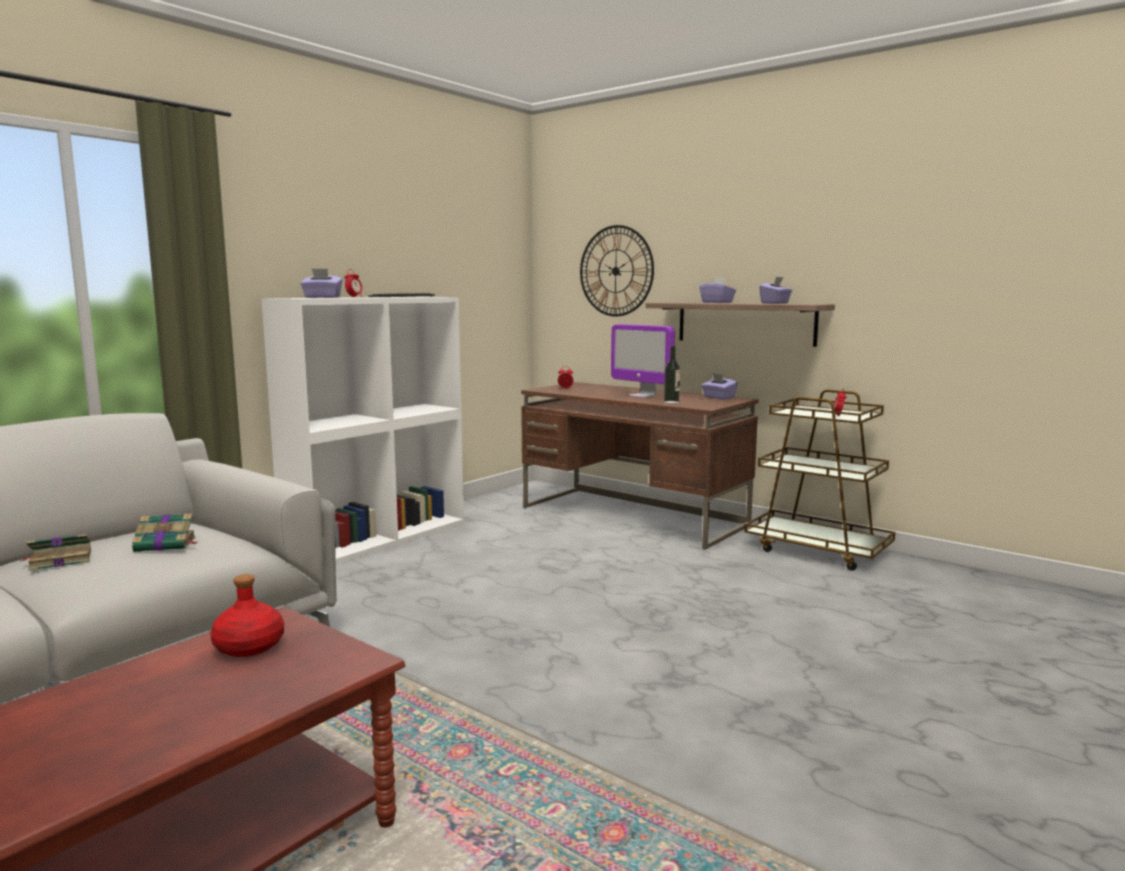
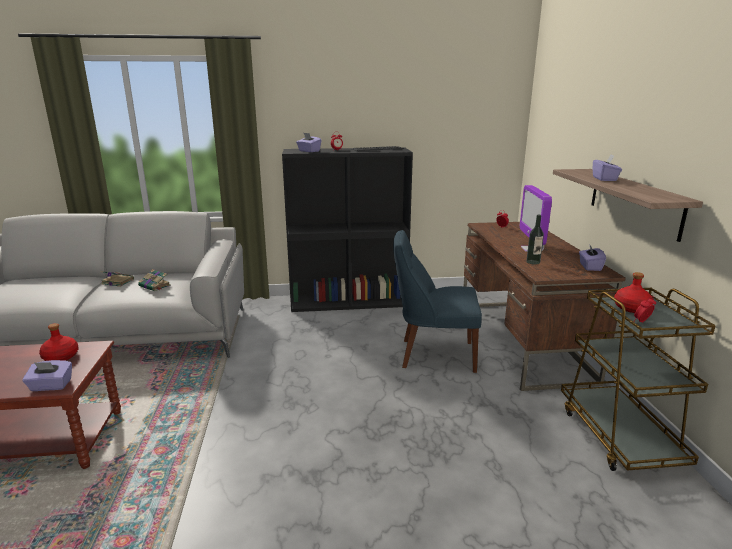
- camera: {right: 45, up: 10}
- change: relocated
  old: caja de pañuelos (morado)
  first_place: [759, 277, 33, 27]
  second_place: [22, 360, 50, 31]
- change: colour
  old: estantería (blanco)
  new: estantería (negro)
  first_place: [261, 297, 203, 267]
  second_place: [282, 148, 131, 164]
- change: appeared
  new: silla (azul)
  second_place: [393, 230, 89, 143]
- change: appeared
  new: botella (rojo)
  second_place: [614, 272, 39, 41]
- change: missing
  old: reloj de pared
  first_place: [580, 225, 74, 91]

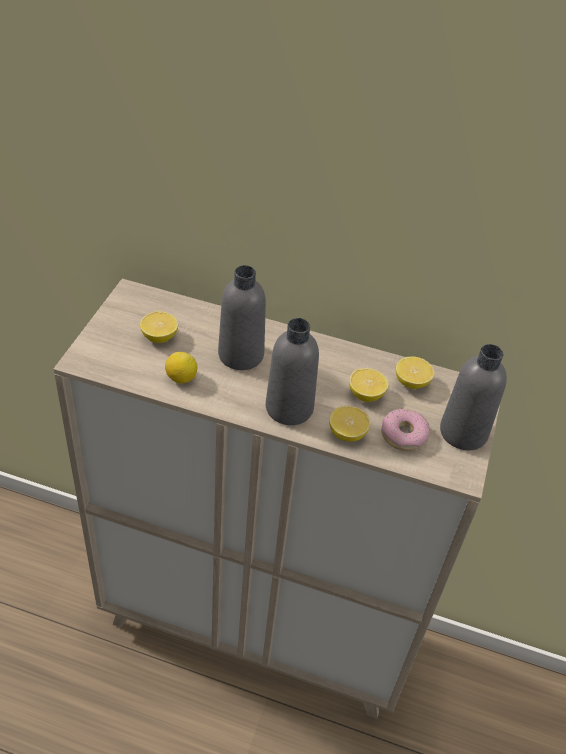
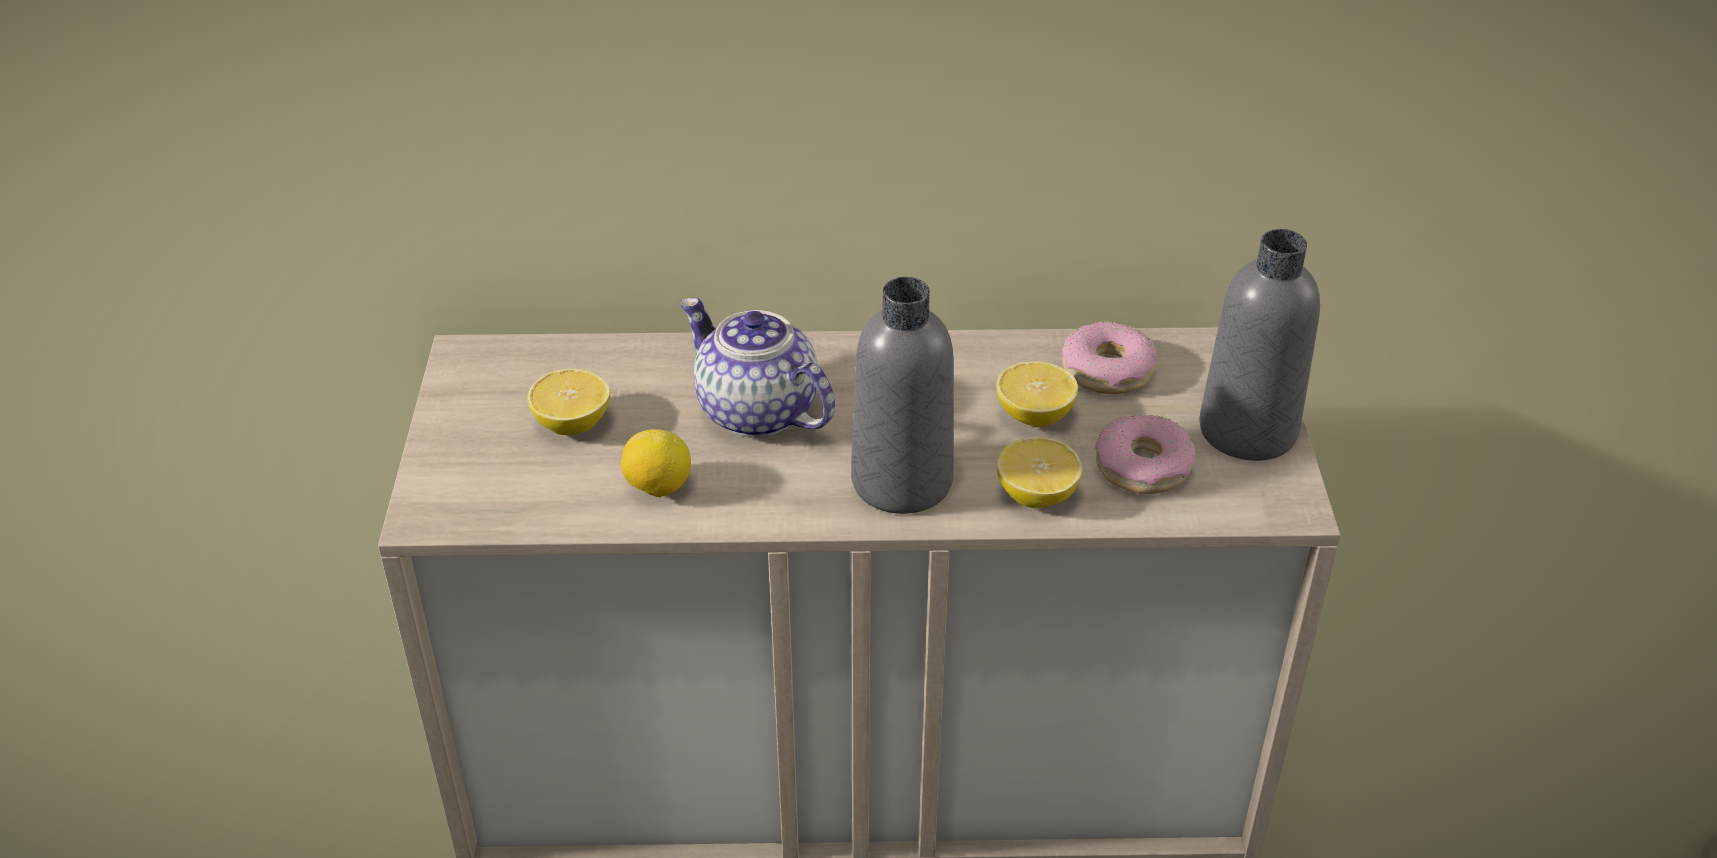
- camera: {right: -15, up: -5}
- change: exchanged
  old: botella (gris)
  new: tetera
  first_place: [218, 265, 48, 105]
  second_place: [680, 298, 155, 140]
- change: exchanged
  old: limón
  new: rosquilla
  first_place: [396, 357, 39, 32]
  second_place: [1062, 321, 95, 73]

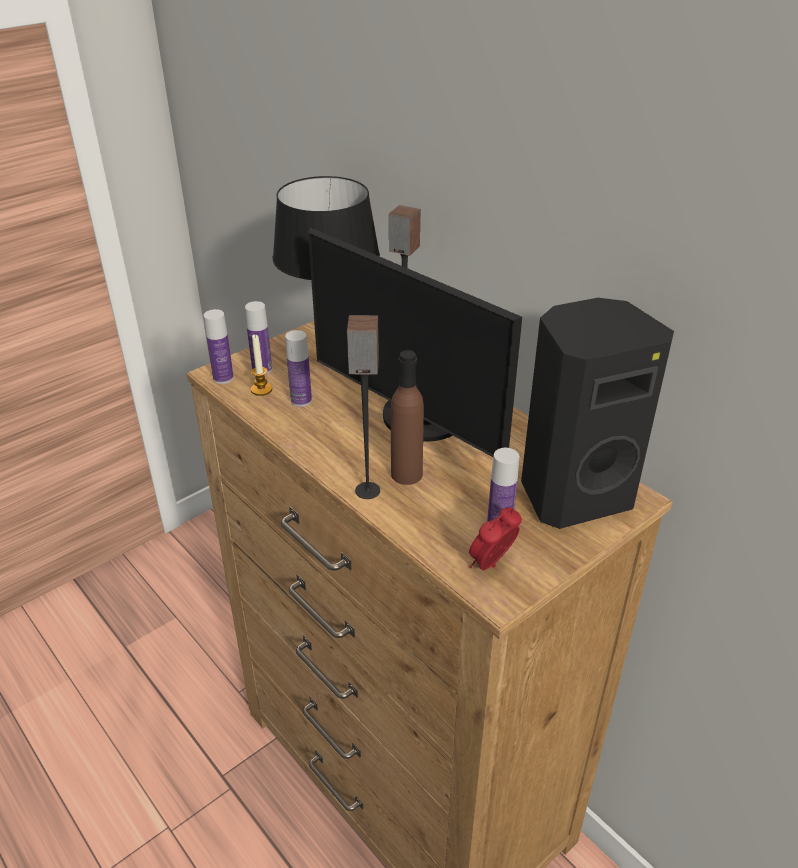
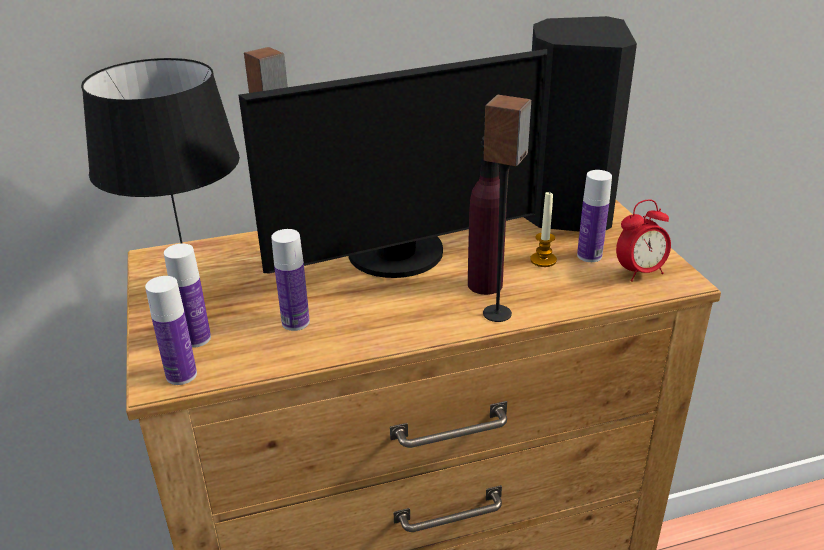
- camera: {right: -65, up: -5}
- change: colour
  old: botella (marrón)
  new: botella (morado)
  first_place: [391, 350, 33, 135]
  second_place: [468, 137, 39, 158]
- change: relocated
  old: vela
  first_place: [251, 335, 21, 61]
  second_place: [530, 191, 27, 76]
- change: spun
  old: despertador
  first_place: [469, 507, 53, 63]
  second_place: [616, 199, 55, 82]
  degrees: -90

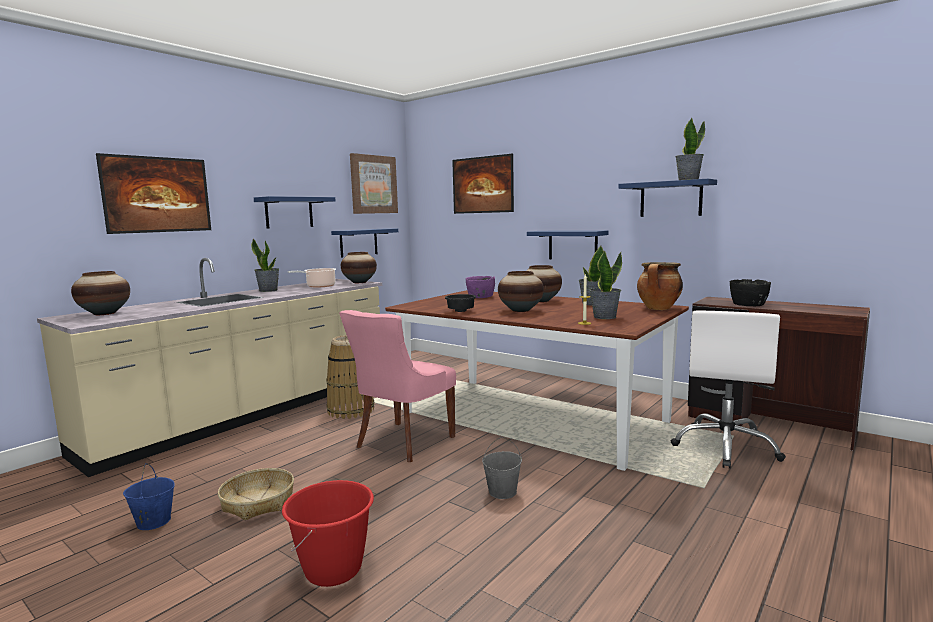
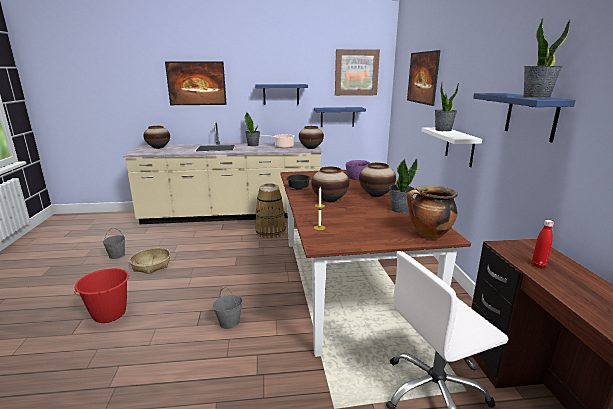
- camera: {right: 45, up: 10}
- change: colour
  old: cubo (azul)
  new: cubo (gris)
  first_place: [123, 463, 52, 67]
  second_place: [103, 228, 22, 31]
- change: colour
  old: estante (azul)
  new: estante (blanco)
  first_place: [527, 230, 81, 29]
  second_place: [422, 127, 60, 40]
- change: relocated
  old: planta en maceta
  first_place: [590, 250, 32, 69]
  second_place: [434, 82, 25, 49]
- change: exchanged
  old: cuenco (negro)
  new: botella (rojo)
  first_place: [730, 279, 41, 27]
  second_place: [532, 220, 22, 48]
- change: missing
  old: silla (rosa)
  first_place: [339, 310, 117, 152]

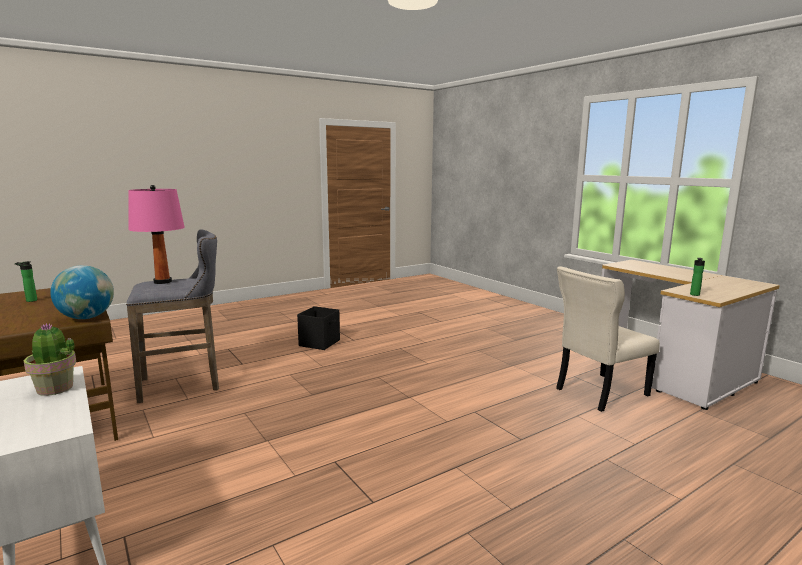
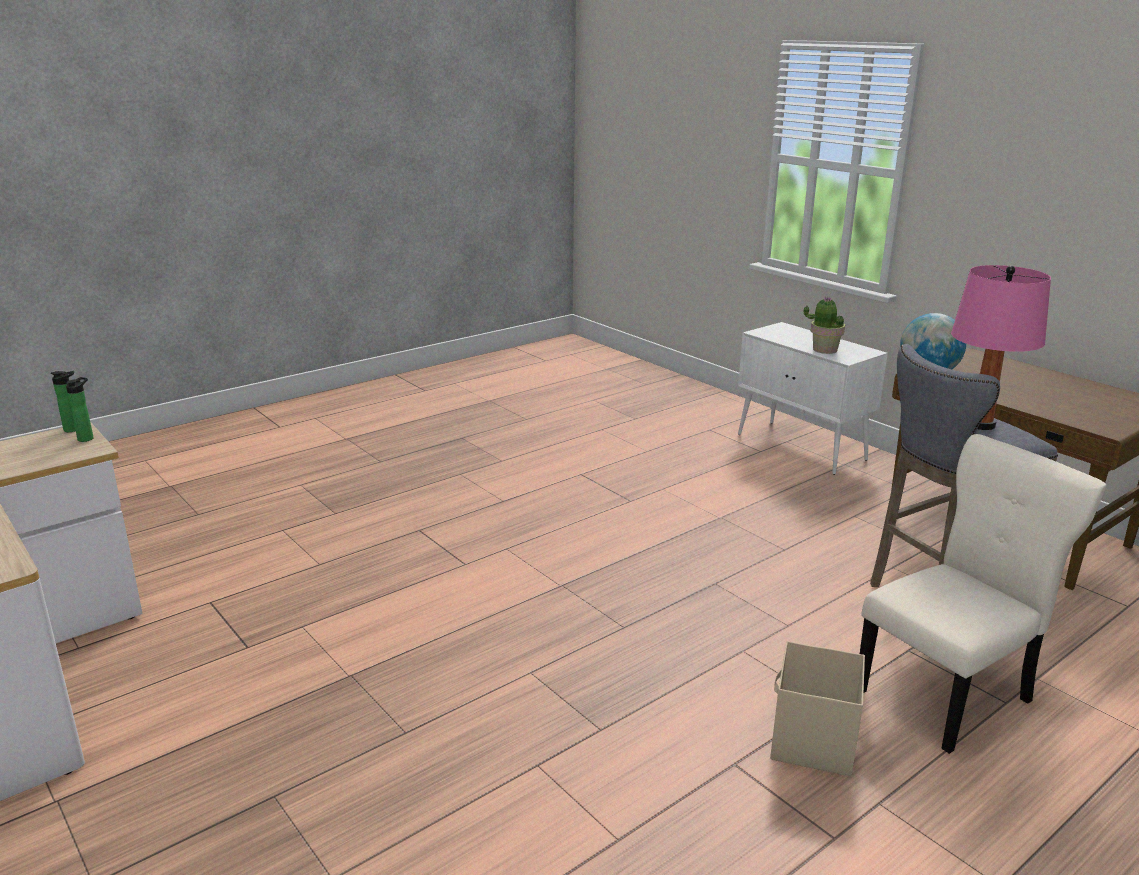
- camera: {right: 175, up: 10}
- change: relocated
  old: botella
  first_place: [15, 261, 22, 41]
  second_place: [51, 371, 24, 61]
- change: colour
  old: caja de almacenaje (negro)
  new: caja de almacenaje (beis)
  first_place: [297, 306, 43, 44]
  second_place: [770, 641, 95, 135]
- change: relocated
  old: silla (beis)
  first_place: [556, 266, 104, 146]
  second_place: [860, 434, 246, 320]

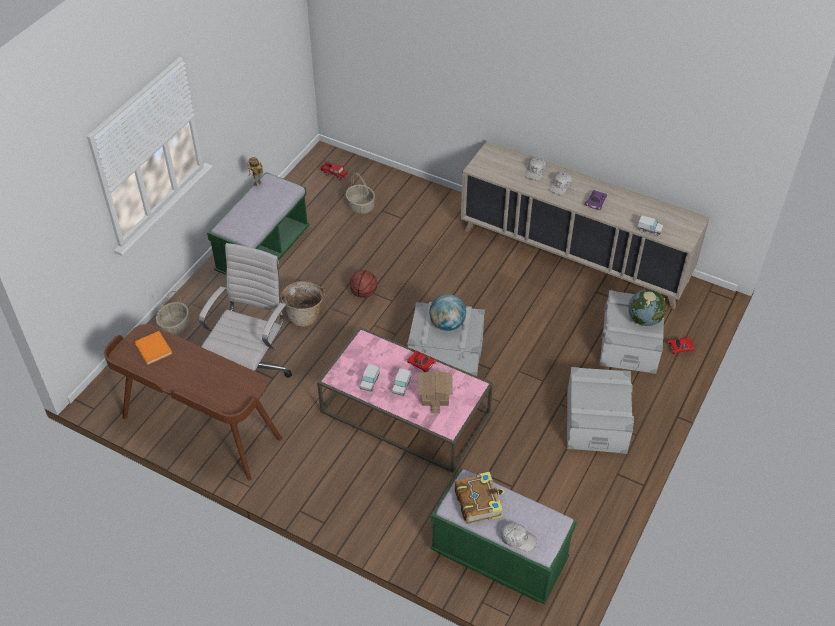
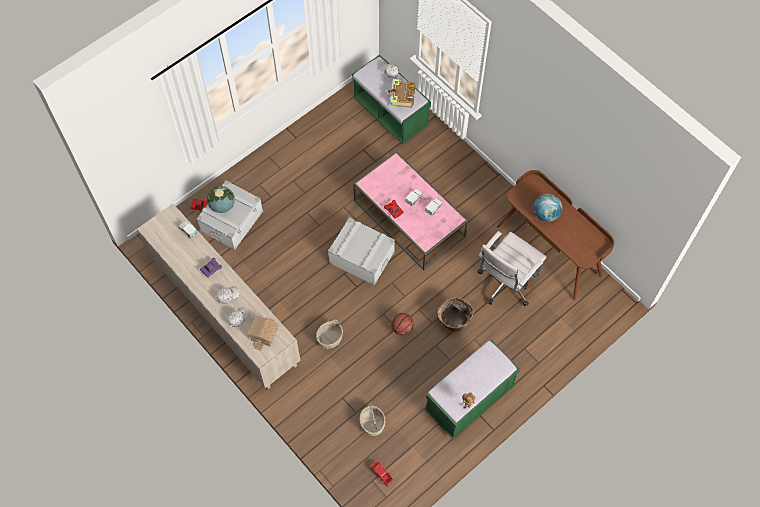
- camera: {right: -160, up: 15}
- change: relocated
  old: casita
  first_place: [418, 371, 35, 42]
  second_place: [247, 316, 32, 35]
- change: relocated
  old: cesta
  first_place: [156, 291, 34, 44]
  second_place: [316, 320, 27, 29]
- change: relocated
  old: globo terráqueo
  first_place: [429, 294, 37, 37]
  second_place: [534, 194, 28, 28]
- change: missing
  old: libro (naranja)
  first_place: [134, 331, 38, 34]
- change: missing
  old: caja de almacenaje (gris)
  first_place: [567, 367, 67, 87]

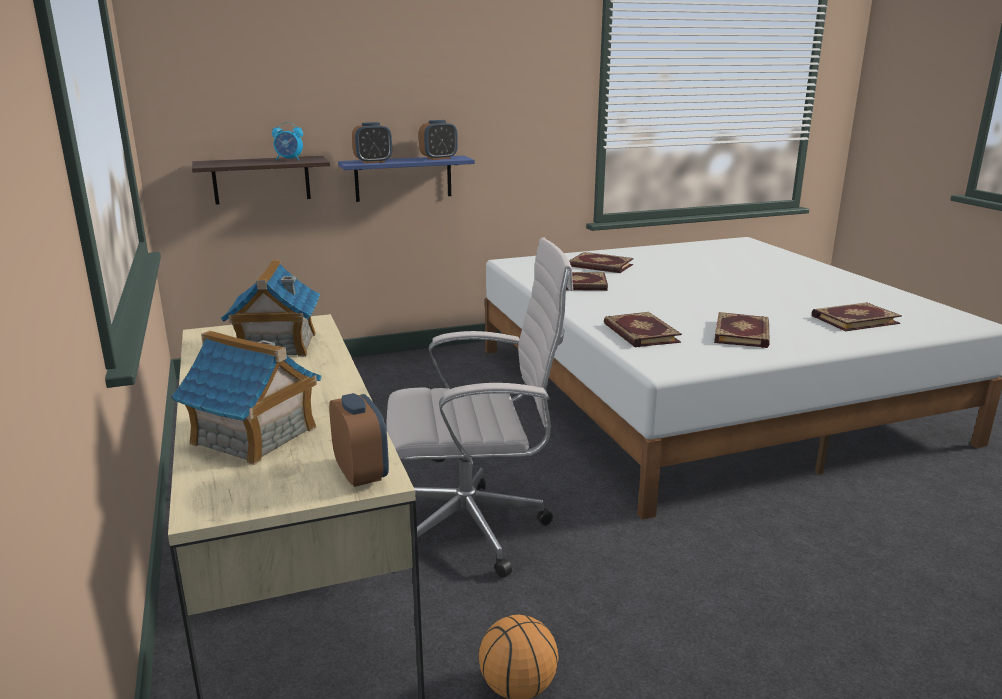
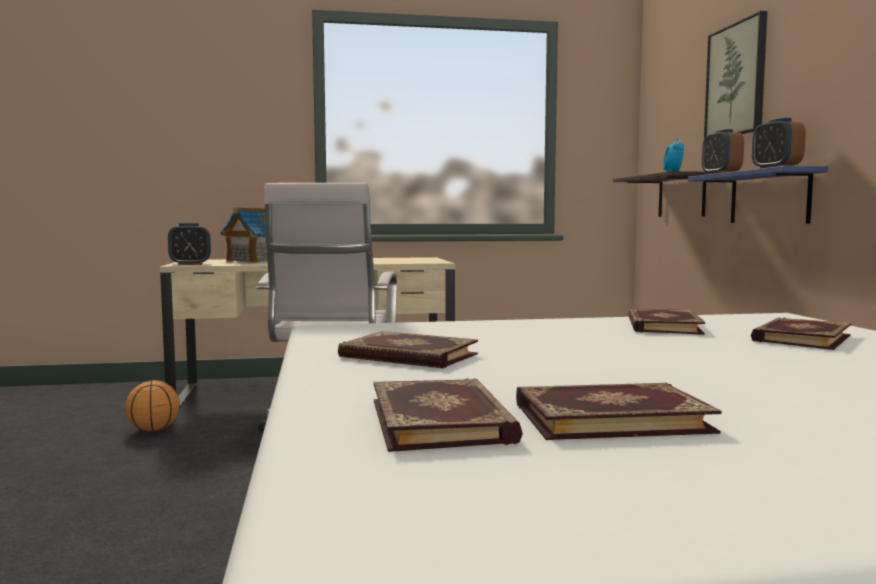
- camera: {right: 100, up: -15}
- change: relocated
  old: libro
  first_place: [604, 312, 78, 35]
  second_place: [516, 383, 206, 57]
- change: appeared
  new: cuadro
  second_place: [704, 11, 63, 127]
- change: missing
  old: casita
  first_place: [221, 260, 99, 97]

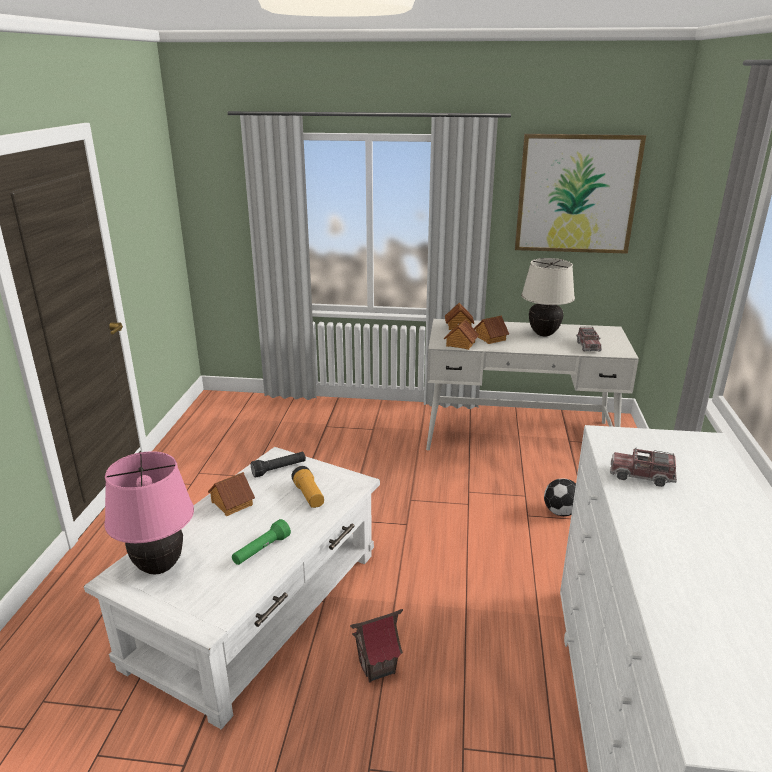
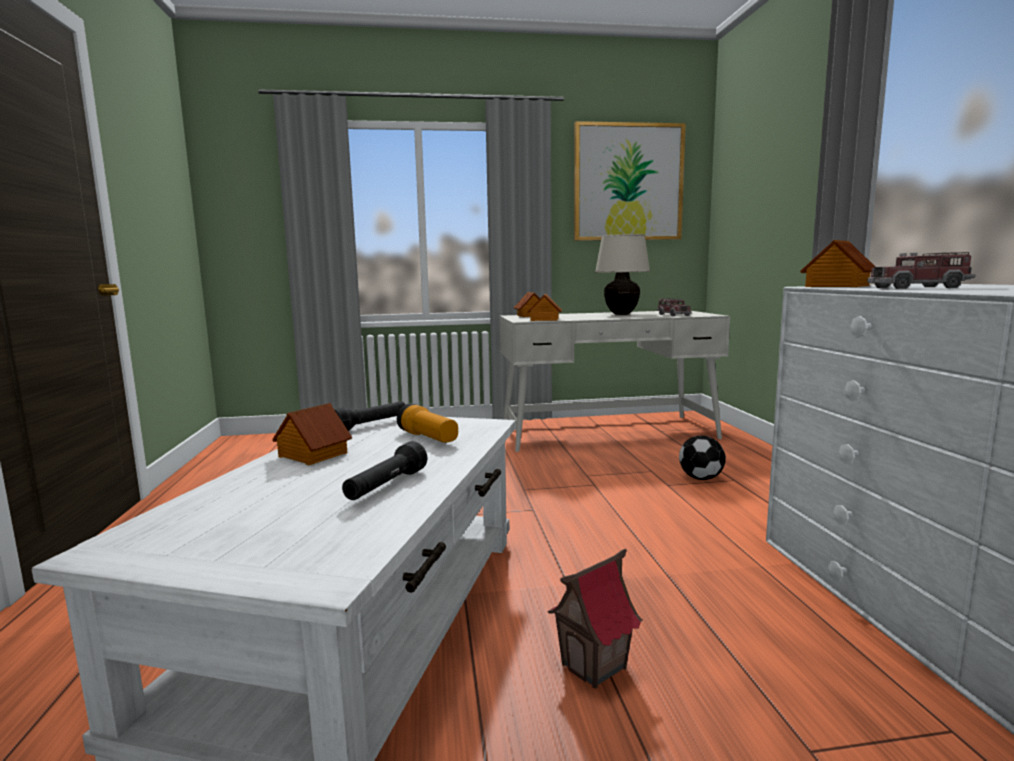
- camera: {right: -15, up: -15}
- change: colour
  old: linterna (verde)
  new: linterna (negro)
  first_place: [232, 519, 59, 46]
  second_place: [342, 441, 85, 59]
- change: relocated
  old: casita
  first_place: [474, 315, 35, 29]
  second_place: [800, 240, 75, 47]
- change: missing
  old: lámpara de mesa (rosa)
  first_place: [104, 451, 90, 124]

